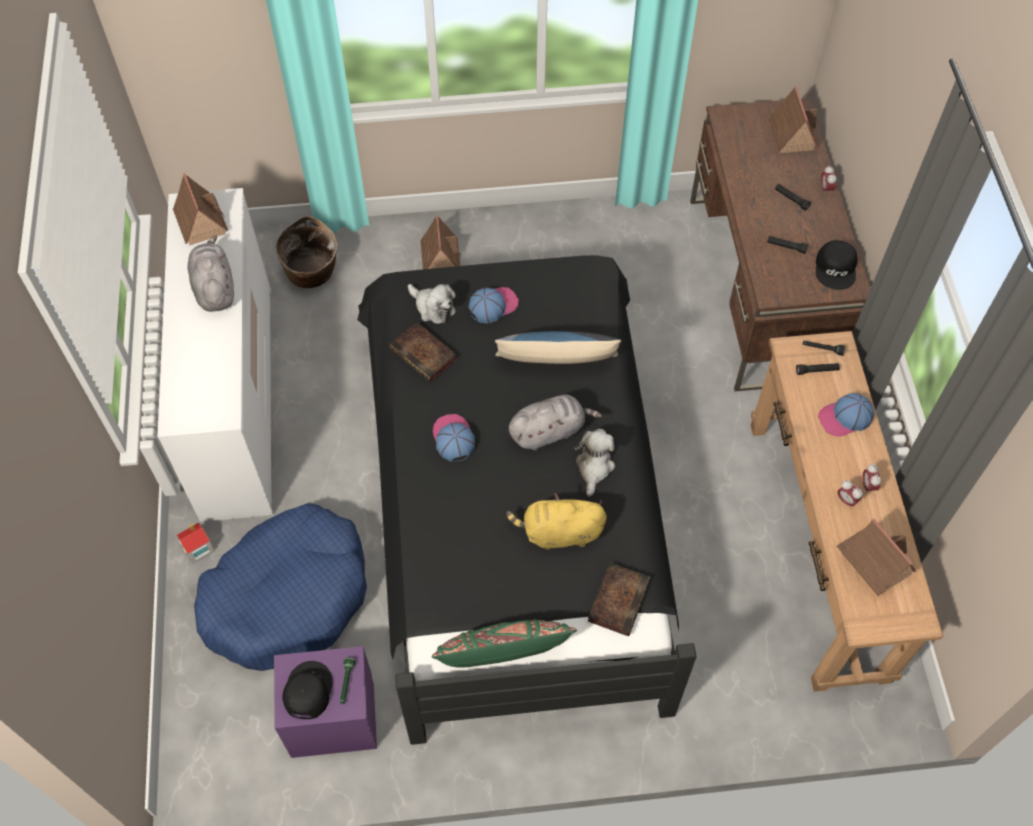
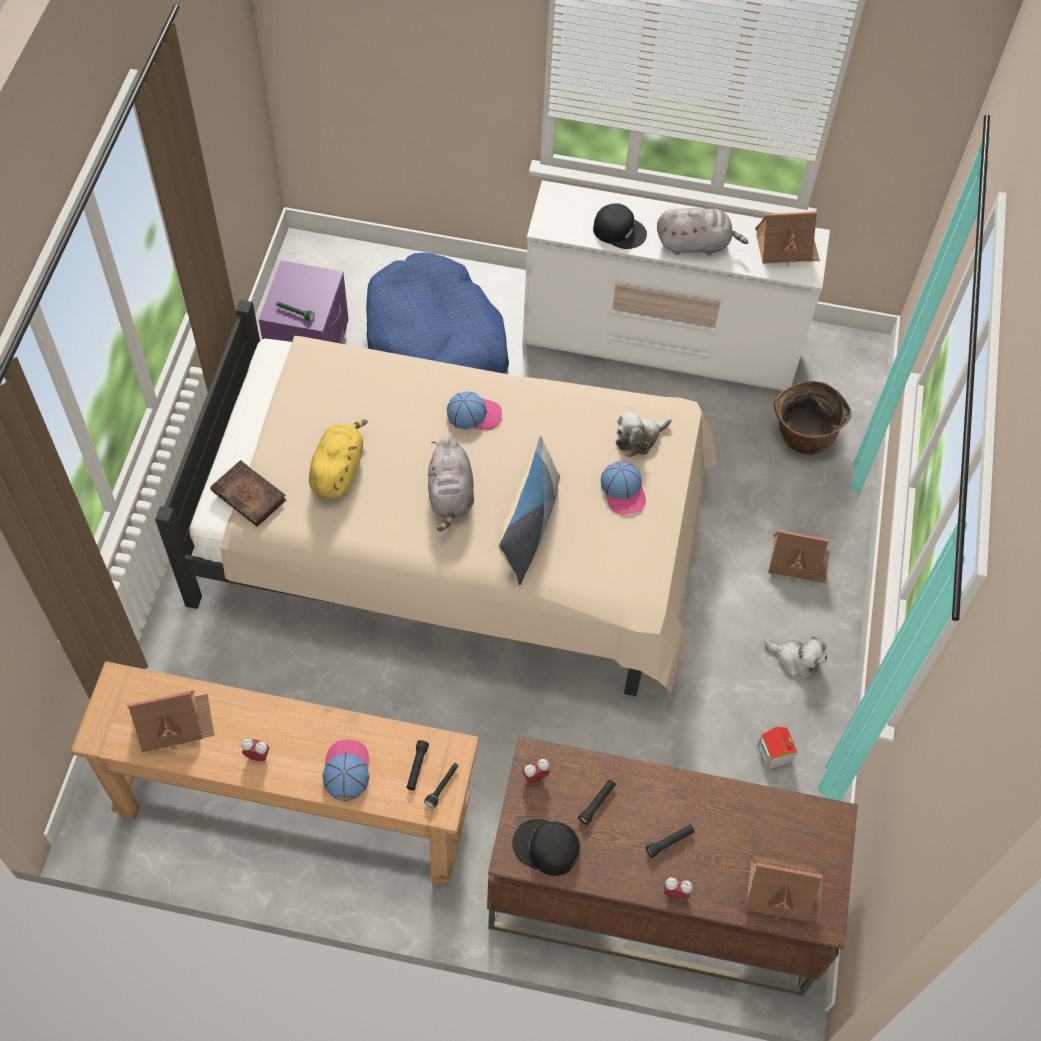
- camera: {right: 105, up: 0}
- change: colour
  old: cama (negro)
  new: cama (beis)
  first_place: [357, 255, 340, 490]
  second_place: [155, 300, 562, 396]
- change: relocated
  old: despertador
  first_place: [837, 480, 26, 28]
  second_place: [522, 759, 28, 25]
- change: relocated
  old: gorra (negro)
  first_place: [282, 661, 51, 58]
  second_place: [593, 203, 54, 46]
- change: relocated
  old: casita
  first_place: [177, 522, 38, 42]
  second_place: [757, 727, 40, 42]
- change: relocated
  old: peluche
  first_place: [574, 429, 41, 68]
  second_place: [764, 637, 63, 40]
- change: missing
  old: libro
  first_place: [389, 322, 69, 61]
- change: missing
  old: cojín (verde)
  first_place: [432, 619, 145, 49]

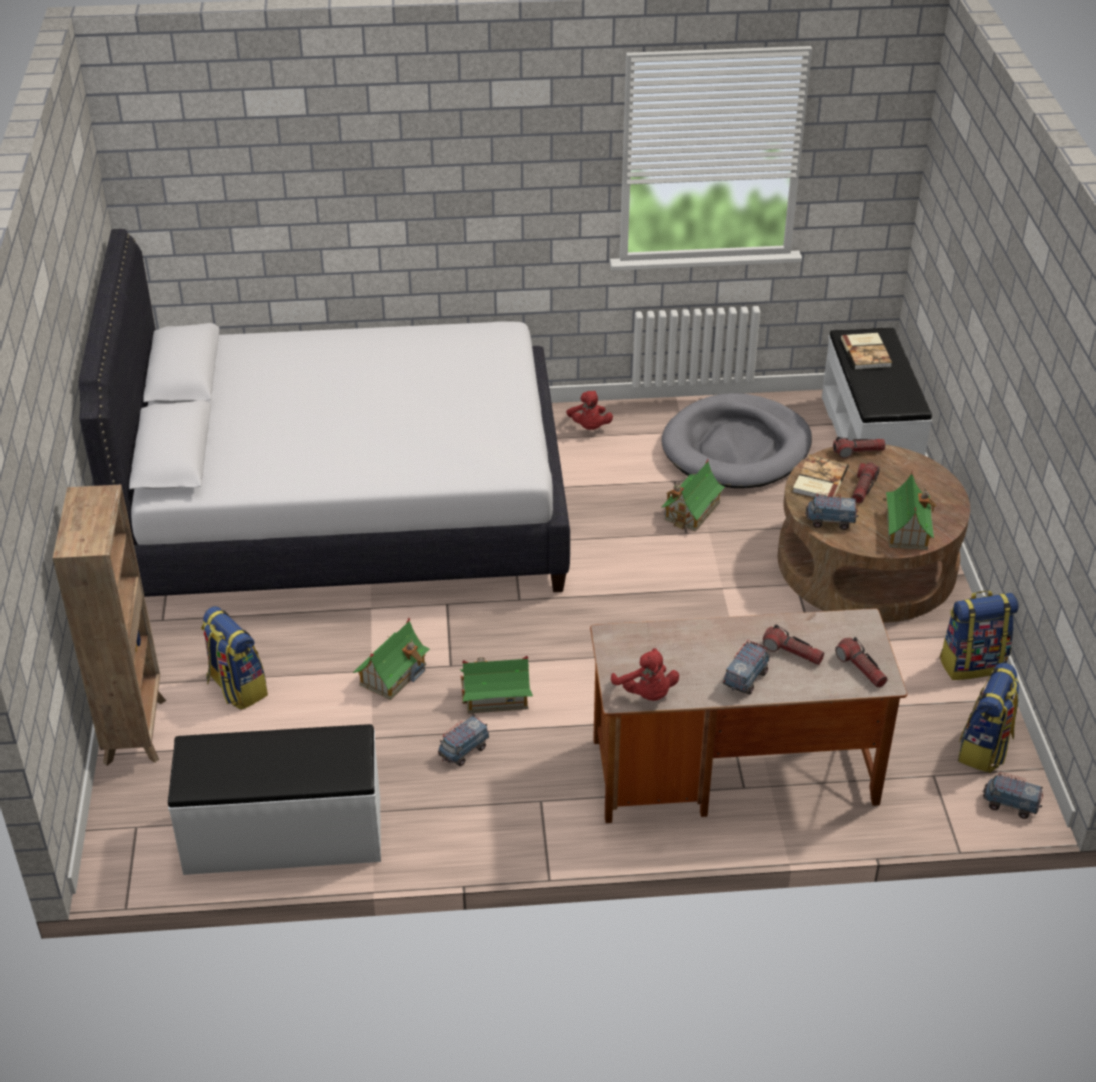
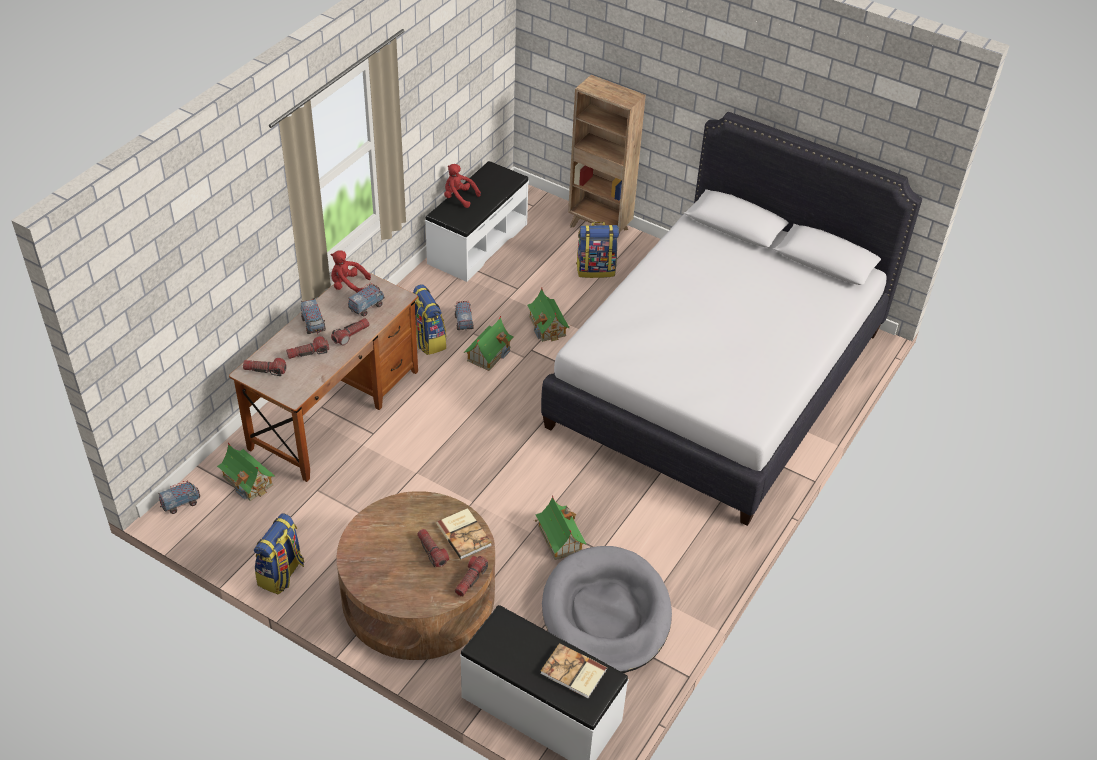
- camera: {right: 125, up: 5}
- change: relocated
  old: casita
  first_place: [883, 470, 53, 80]
  second_place: [217, 442, 59, 59]
- change: appeared
  new: linterna
  second_place: [331, 318, 39, 28]
- change: relocated
  old: camión de juguete
  first_place: [805, 492, 53, 38]
  second_place: [348, 282, 37, 35]
- change: relocated
  old: mochila
  first_place: [958, 663, 61, 110]
  second_place: [413, 284, 33, 71]
- change: relocated
  old: peluche (rojo)
  first_place: [566, 391, 47, 39]
  second_place: [444, 164, 37, 44]

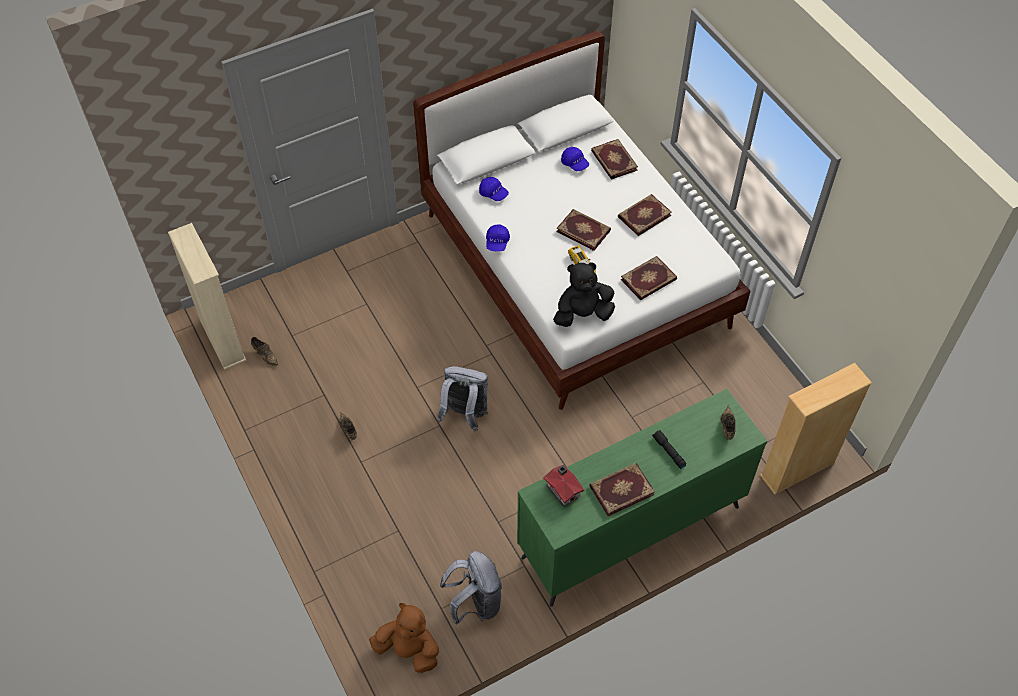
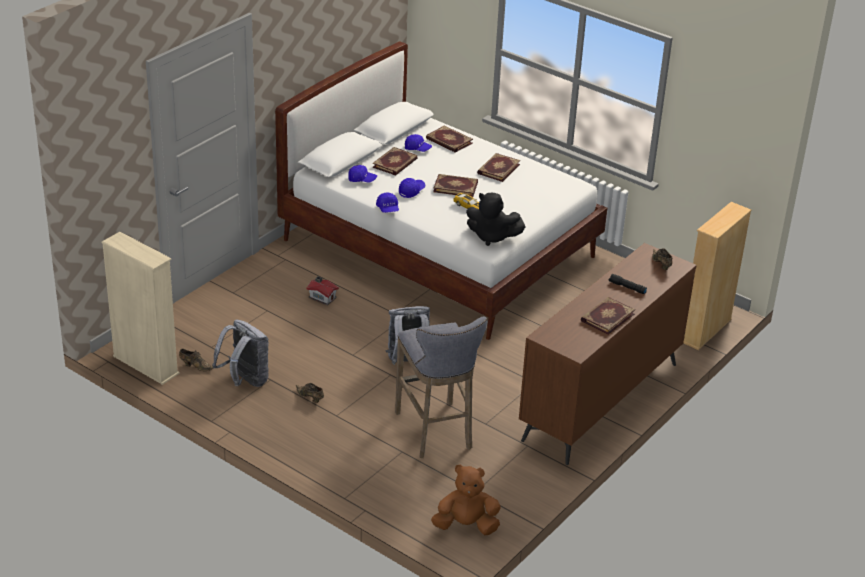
- camera: {right: -25, up: -20}
- change: relocated
  old: mochila (gris)
  first_place: [440, 551, 62, 74]
  second_place: [212, 320, 57, 67]
- change: relocated
  old: casita
  first_place: [543, 465, 41, 42]
  second_place: [306, 276, 33, 29]
- change: relocated
  old: libro
  first_place: [621, 256, 56, 44]
  second_place: [372, 147, 46, 28]
- change: appeared
  new: taburete (gris)
  second_place: [395, 316, 92, 142]
- change: appeared
  new: gorra (azul)
  second_place: [399, 178, 26, 20]
- change: spun
  old: peluche (negro)
  first_place: [553, 262, 62, 65]
  second_place: [466, 193, 60, 53]
  degrees: -120
- change: colour
  old: cómoda (verde)
  new: cómoda (marrón)
  first_place: [517, 389, 251, 218]
  second_place: [519, 243, 178, 222]

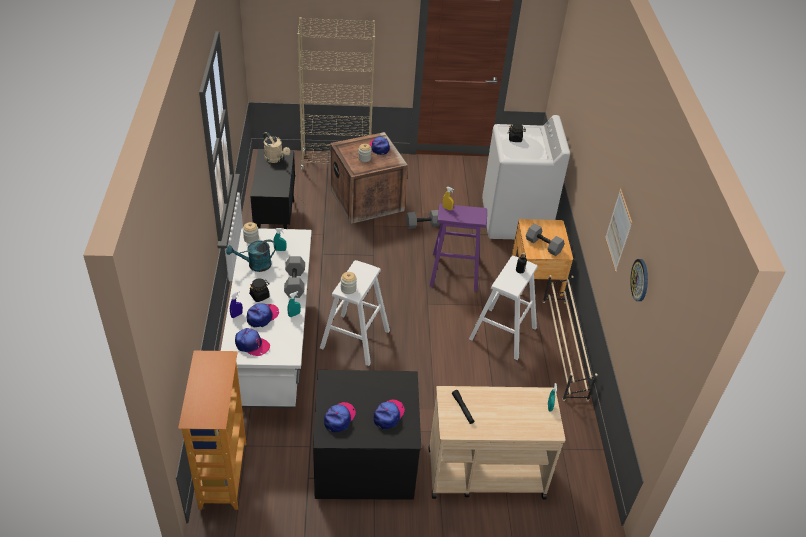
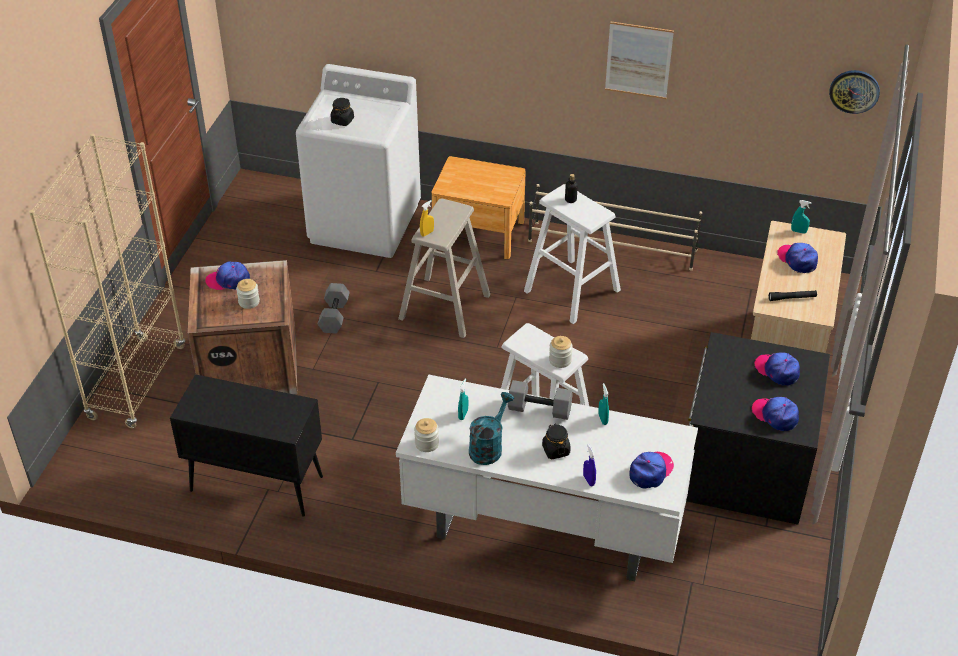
- camera: {right: -70, up: 0}
- change: colour
  old: taburete (morado)
  new: taburete (beis)
  first_place: [430, 203, 57, 88]
  second_place: [398, 199, 92, 139]
- change: spun
  old: regadera (turquesa)
  first_place: [226, 240, 50, 32]
  second_place: [469, 392, 45, 73]
  degrees: -150
- change: relocated
  old: gorra
  first_place: [247, 303, 32, 24]
  second_place: [777, 243, 41, 30]
- change: relocated
  old: reloj de pared
  first_place: [630, 259, 18, 42]
  second_place: [829, 70, 51, 44]
- change: missing
  old: estantería
  first_place: [178, 350, 69, 160]
- change: missing
  old: regadera (beis)
  first_place: [263, 132, 27, 31]
- change: missing
  old: mancuerna (gris)
  first_place: [526, 223, 39, 33]

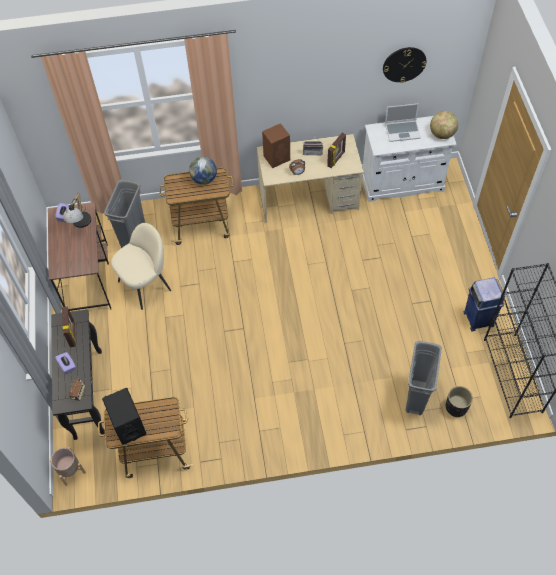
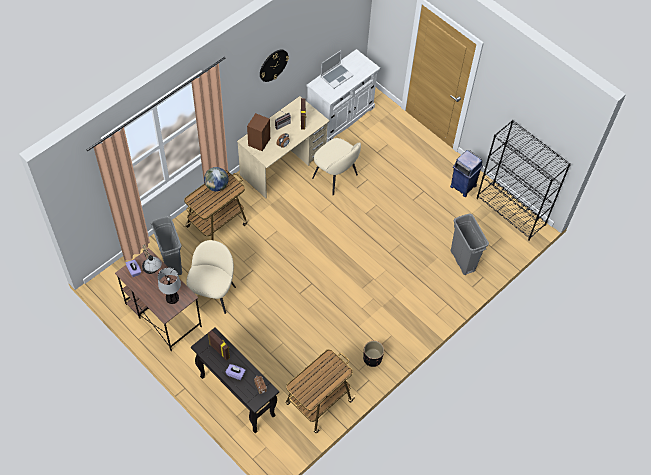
- camera: {right: -40, up: 0}
- change: appeared
  new: lámpara de mesa
  second_place: [158, 268, 23, 36]
- change: relocated
  old: reloj de pared
  first_place: [383, 47, 43, 36]
  second_place: [260, 49, 29, 33]
- change: appeared
  new: silla (beis)
  second_place: [312, 138, 49, 57]
- change: relocated
  old: maceta (negro)
  first_place: [446, 386, 27, 31]
  second_place: [363, 341, 21, 26]
- change: missing
  old: maceta (beis)
  first_place: [49, 447, 37, 39]
- change: missing
  old: altavoz (negro)
  first_place: [102, 388, 45, 57]
- change: missing
  old: globo terráqueo
  first_place: [430, 111, 28, 28]

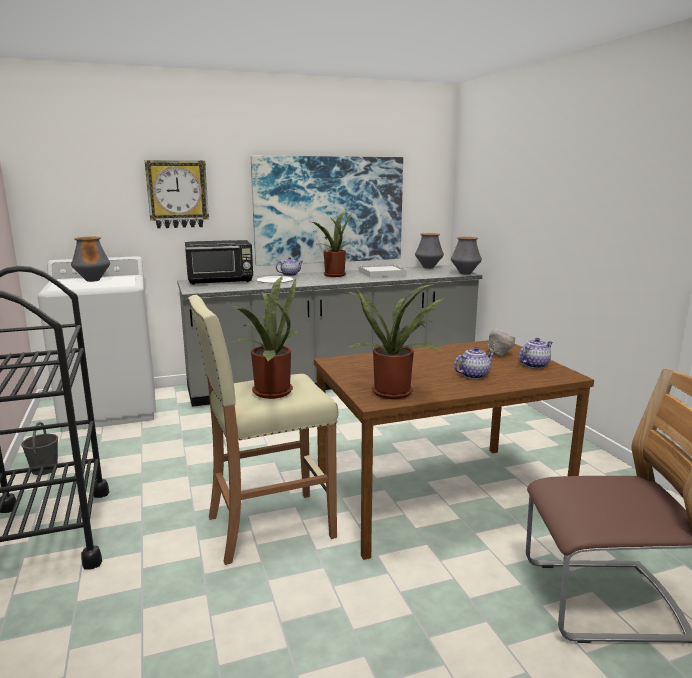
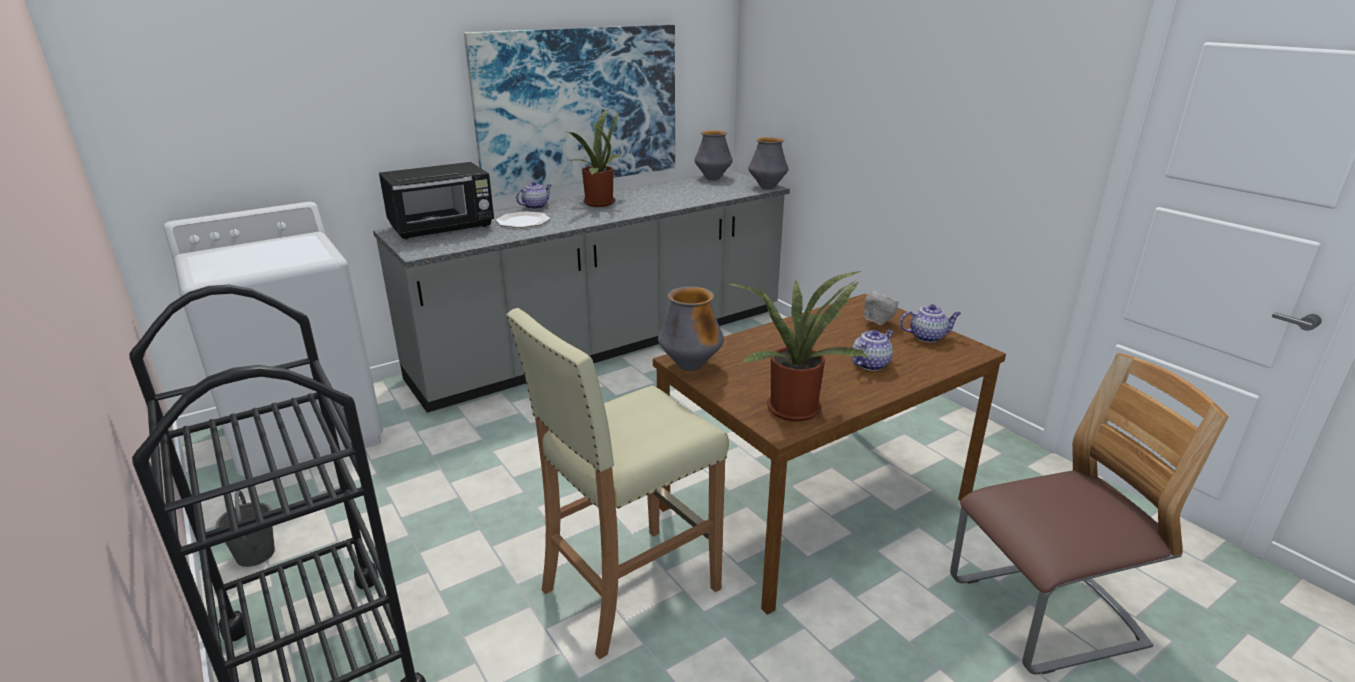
- camera: {right: -15, up: 10}
- change: relocated
  old: florero
  first_place: [71, 237, 39, 45]
  second_place: [658, 286, 66, 85]
- change: spun
  old: tetera
  first_place: [518, 338, 35, 30]
  second_place: [900, 304, 61, 38]
  degrees: 45
- change: missing
  old: reloj de pared
  first_place: [145, 160, 64, 68]
- change: missing
  old: planta en maceta
  first_place: [229, 277, 71, 122]
- change: missing
  old: bandeja (blanco)
  first_place: [358, 264, 49, 14]

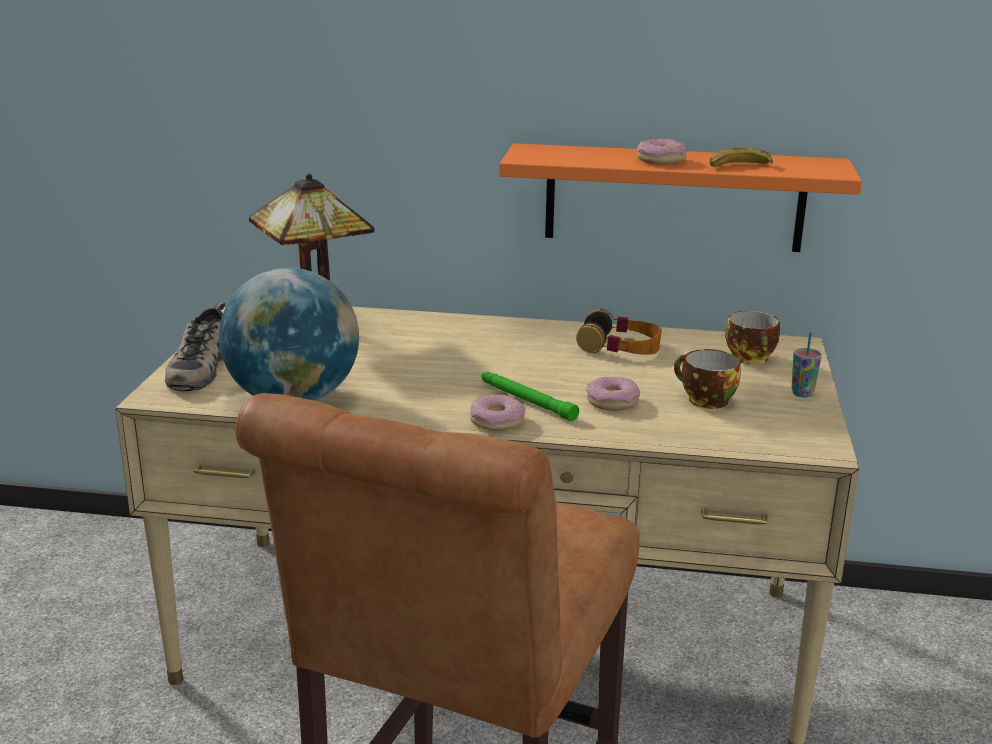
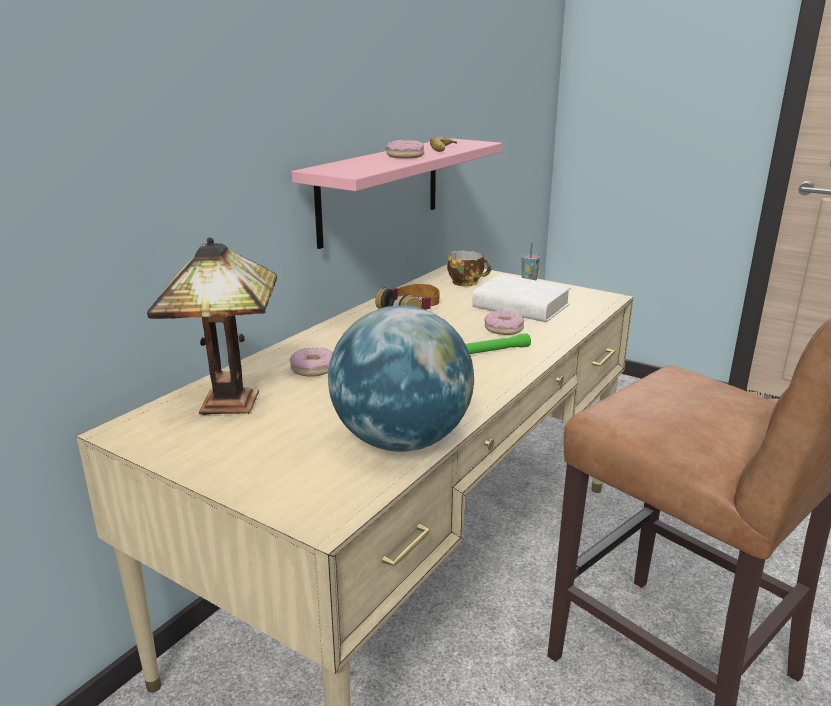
- camera: {right: -65, up: 0}
- change: relocated
  old: rosquilla
  first_place: [470, 394, 55, 37]
  second_place: [290, 348, 43, 29]
- change: colour
  old: estante (naranja)
  new: estante (rosa)
  first_place: [499, 143, 363, 109]
  second_place: [291, 138, 211, 111]
- change: exchanged
  old: taza
  new: libro (blanco)
  first_place: [674, 349, 67, 60]
  second_place: [472, 274, 99, 48]
- change: missing
  old: zapato
  first_place: [165, 303, 60, 88]

